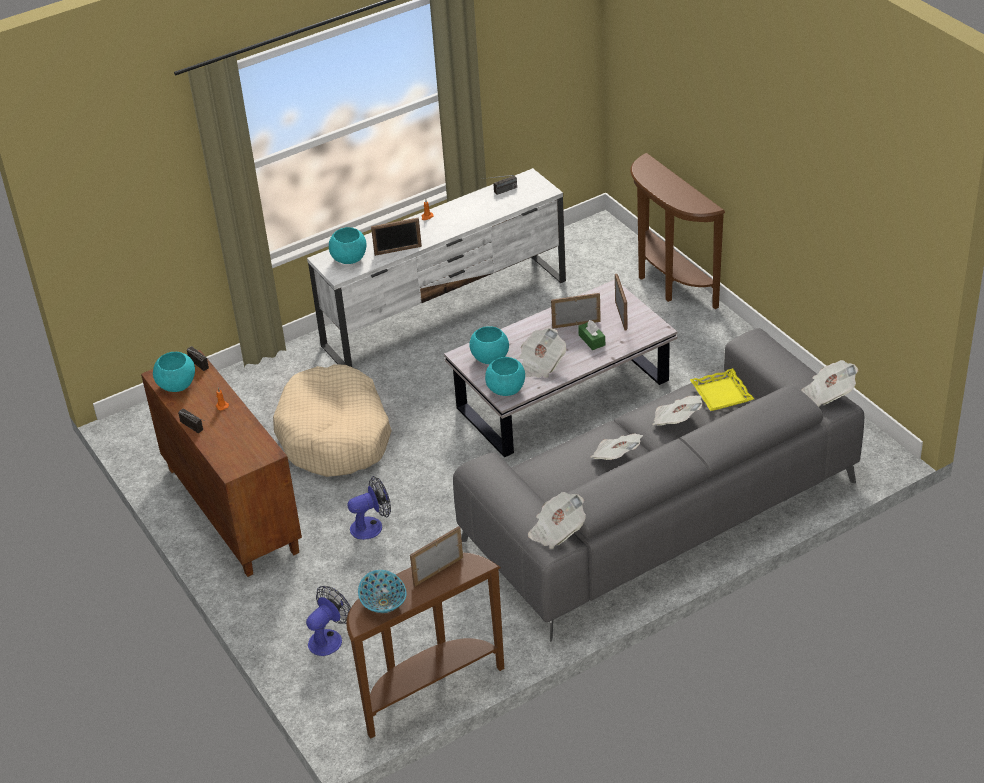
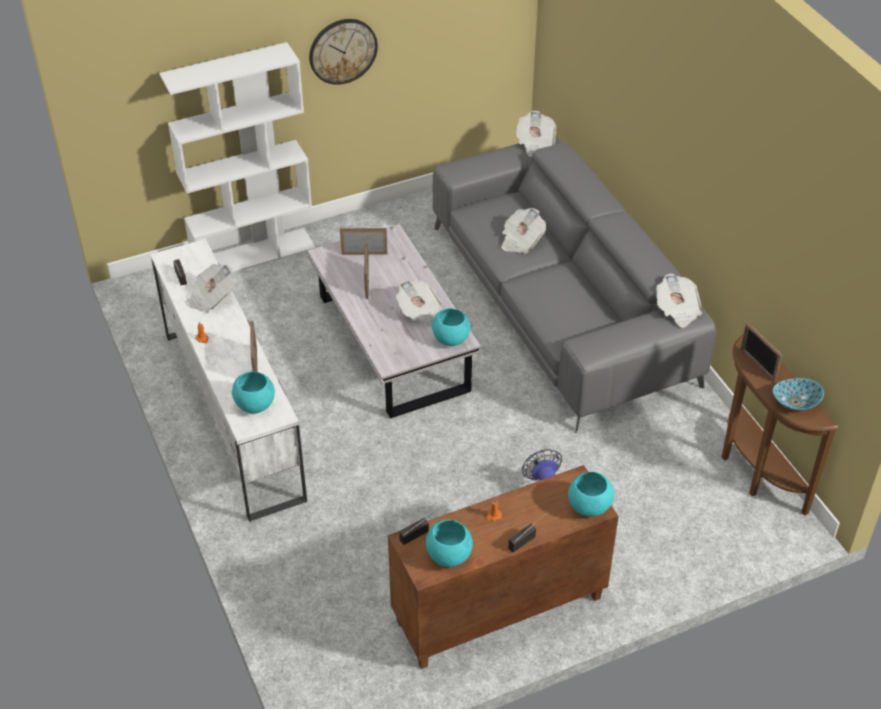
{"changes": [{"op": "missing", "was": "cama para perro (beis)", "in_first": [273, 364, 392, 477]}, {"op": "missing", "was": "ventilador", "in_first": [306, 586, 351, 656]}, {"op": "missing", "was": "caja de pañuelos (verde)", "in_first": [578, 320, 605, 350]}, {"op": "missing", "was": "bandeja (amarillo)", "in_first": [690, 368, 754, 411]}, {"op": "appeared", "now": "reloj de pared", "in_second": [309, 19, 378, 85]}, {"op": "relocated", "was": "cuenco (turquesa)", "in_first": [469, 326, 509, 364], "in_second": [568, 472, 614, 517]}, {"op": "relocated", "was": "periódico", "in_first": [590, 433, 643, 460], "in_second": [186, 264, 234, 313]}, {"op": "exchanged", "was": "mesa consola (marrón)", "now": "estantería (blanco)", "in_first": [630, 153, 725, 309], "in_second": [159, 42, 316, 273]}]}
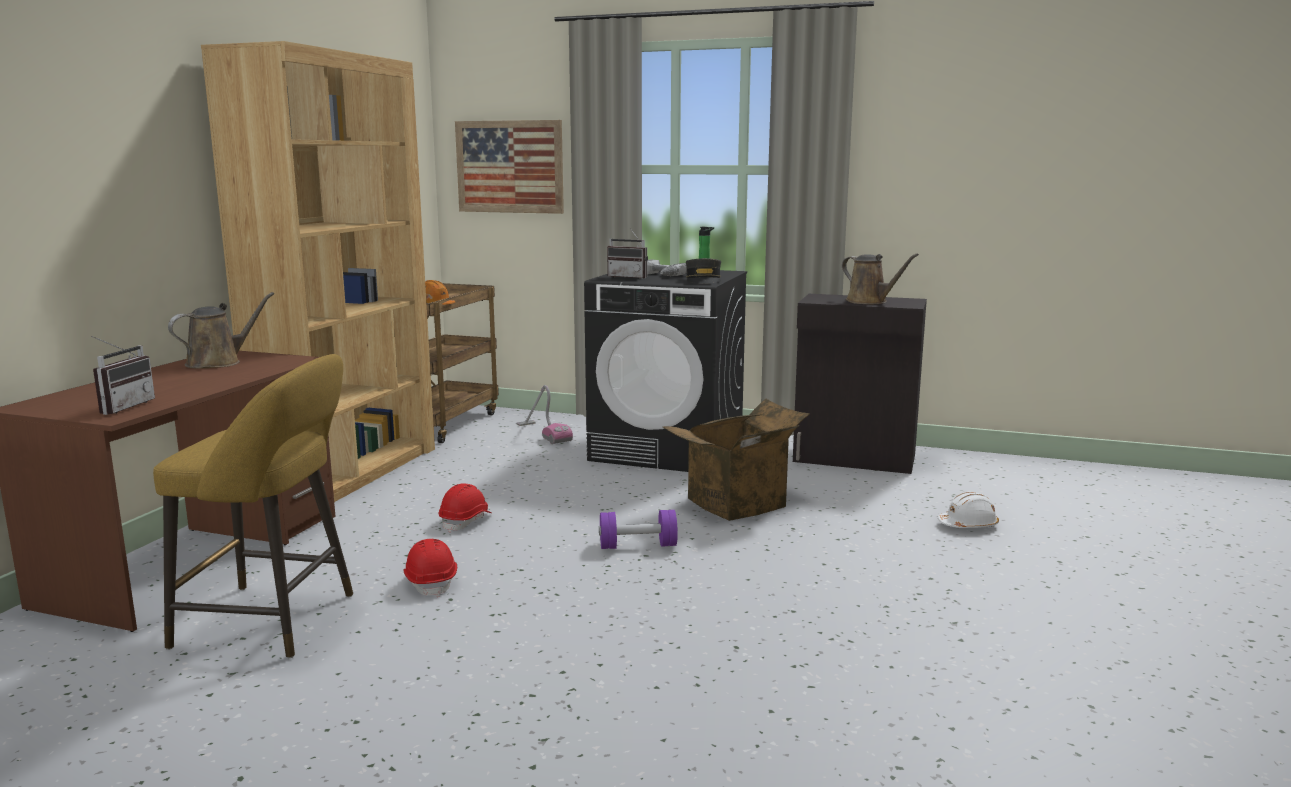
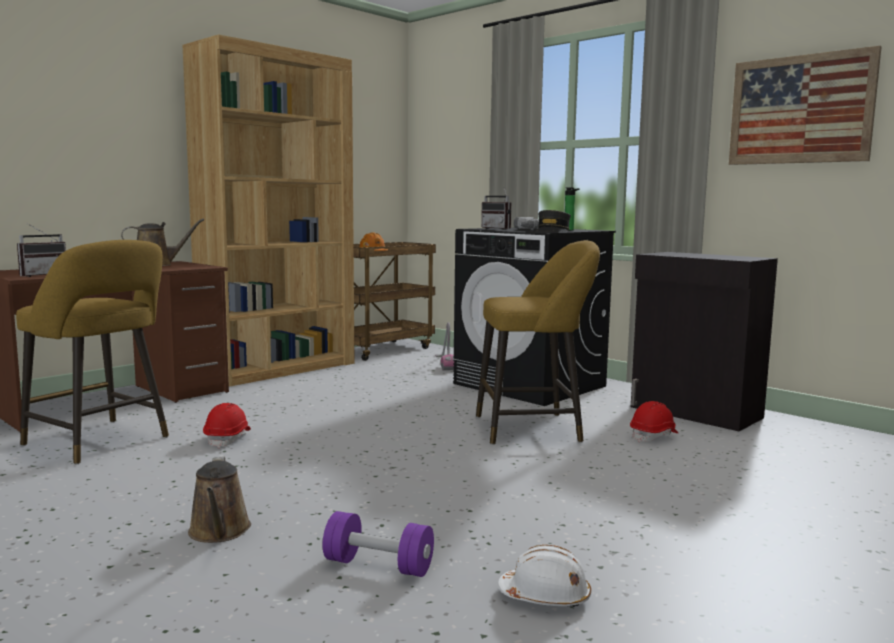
{"changes": [{"op": "relocated", "was": "casco (rojo)", "in_first": [439, 483, 491, 532], "in_second": [630, 401, 678, 442]}, {"op": "relocated", "was": "cuadro", "in_first": [455, 120, 564, 214], "in_second": [729, 46, 882, 165]}, {"op": "relocated", "was": "mancuerna (morado)", "in_first": [599, 510, 678, 549], "in_second": [323, 511, 434, 577]}, {"op": "relocated", "was": "regadera (marrón)", "in_first": [842, 253, 919, 304], "in_second": [188, 457, 251, 543]}, {"op": "relocated", "was": "casco (blanco)", "in_first": [938, 492, 999, 528], "in_second": [498, 544, 591, 607]}, {"op": "exchanged", "was": "caja de cartón", "now": "taburete (amarillo)", "in_first": [662, 399, 810, 521], "in_second": [476, 240, 600, 445]}]}
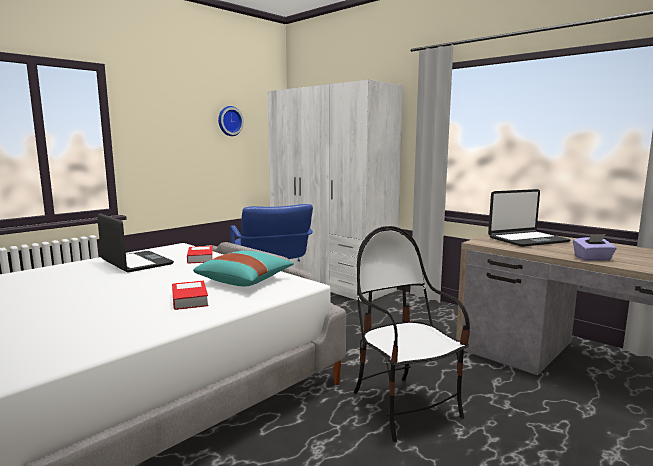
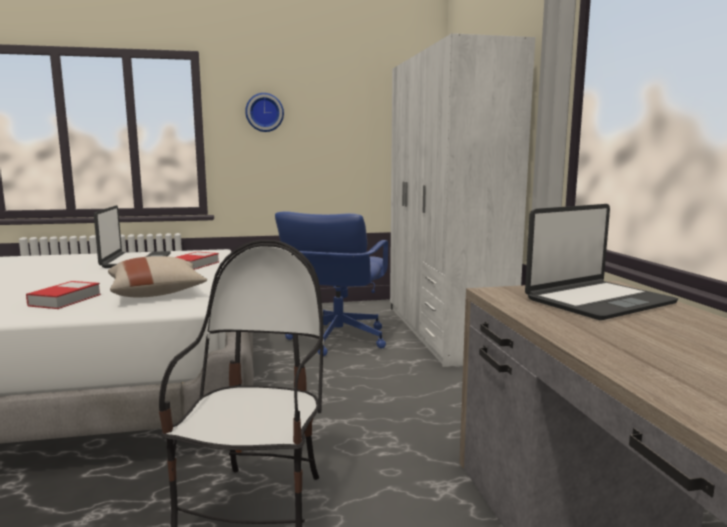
{"changes": [{"op": "missing", "was": "caja de pañuelos (morado)", "in_first": [573, 234, 617, 261]}, {"op": "relocated", "was": "reloj de pared", "in_first": [218, 106, 244, 136], "in_second": [245, 93, 284, 132]}, {"op": "colour", "was": "cojín (turquesa)", "now": "cojín (beis)", "in_first": [193, 251, 294, 286], "in_second": [108, 256, 207, 297]}, {"op": "spun", "was": "portátil", "in_first": [488, 189, 571, 247], "in_second": [525, 204, 678, 320], "clockwise": -45}]}
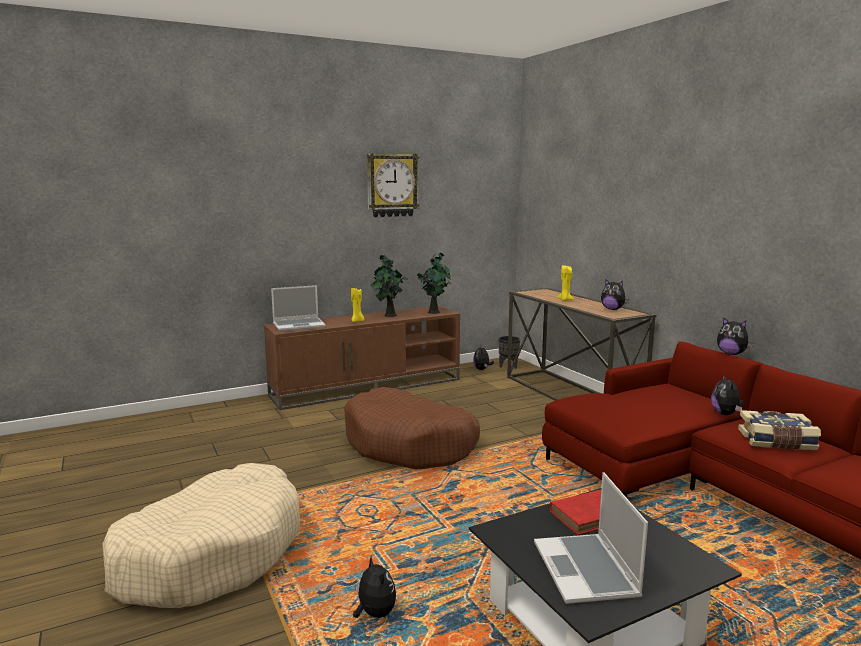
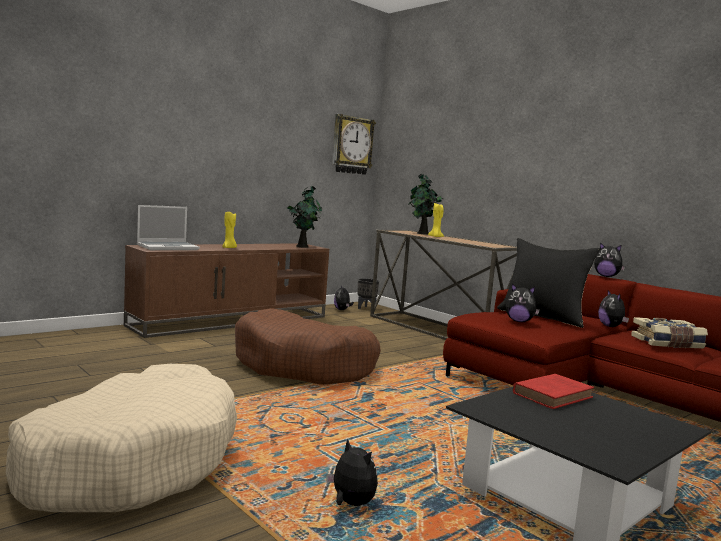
{"changes": [{"op": "missing", "was": "portátil", "in_first": [534, 472, 648, 604]}, {"op": "appeared", "now": "cojín (negro)", "in_second": [497, 238, 600, 328]}, {"op": "relocated", "was": "reloj de pared", "in_first": [367, 153, 419, 217], "in_second": [332, 114, 376, 175]}, {"op": "relocated", "was": "planta en maceta", "in_first": [371, 255, 408, 317], "in_second": [409, 174, 443, 235]}, {"op": "relocated", "was": "peluche", "in_first": [601, 279, 629, 310], "in_second": [506, 284, 540, 322]}]}
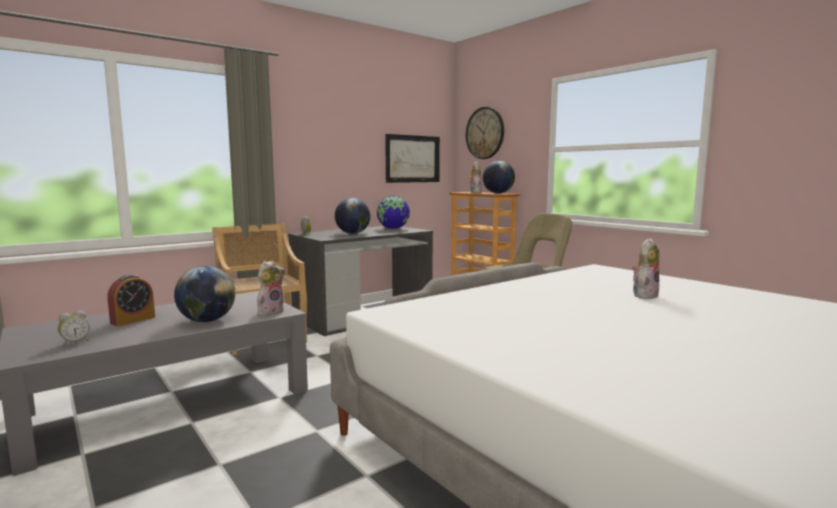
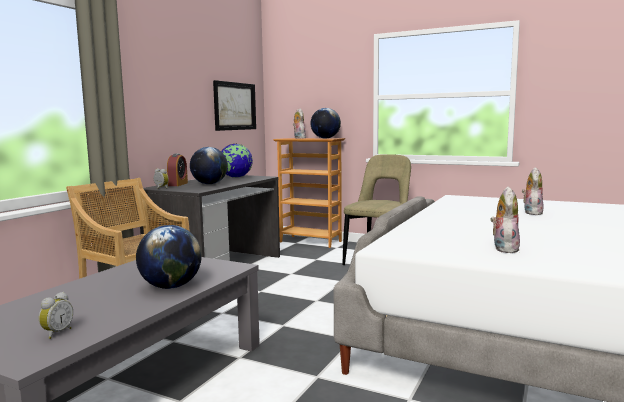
{"changes": [{"op": "missing", "was": "reloj de pared", "in_first": [466, 107, 504, 159]}, {"op": "relocated", "was": "despertador", "in_first": [107, 274, 155, 326], "in_second": [167, 153, 188, 186]}, {"op": "relocated", "was": "peluche", "in_first": [257, 260, 285, 316], "in_second": [490, 187, 520, 253]}]}
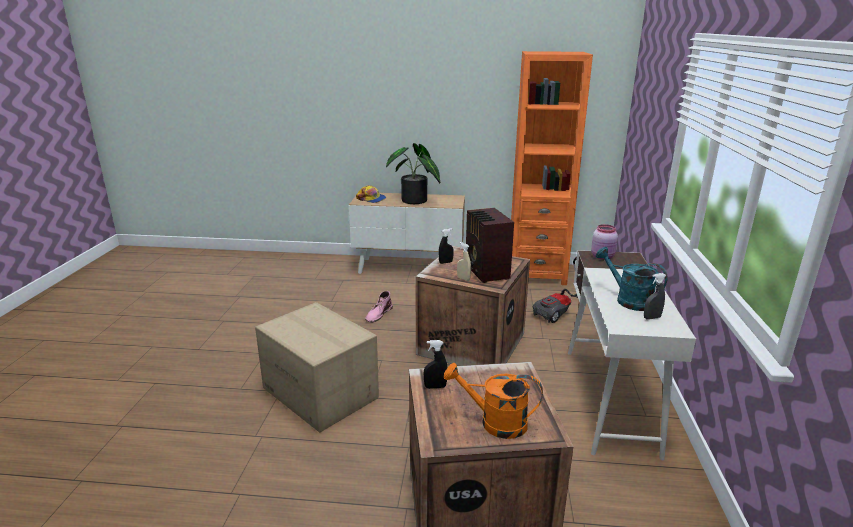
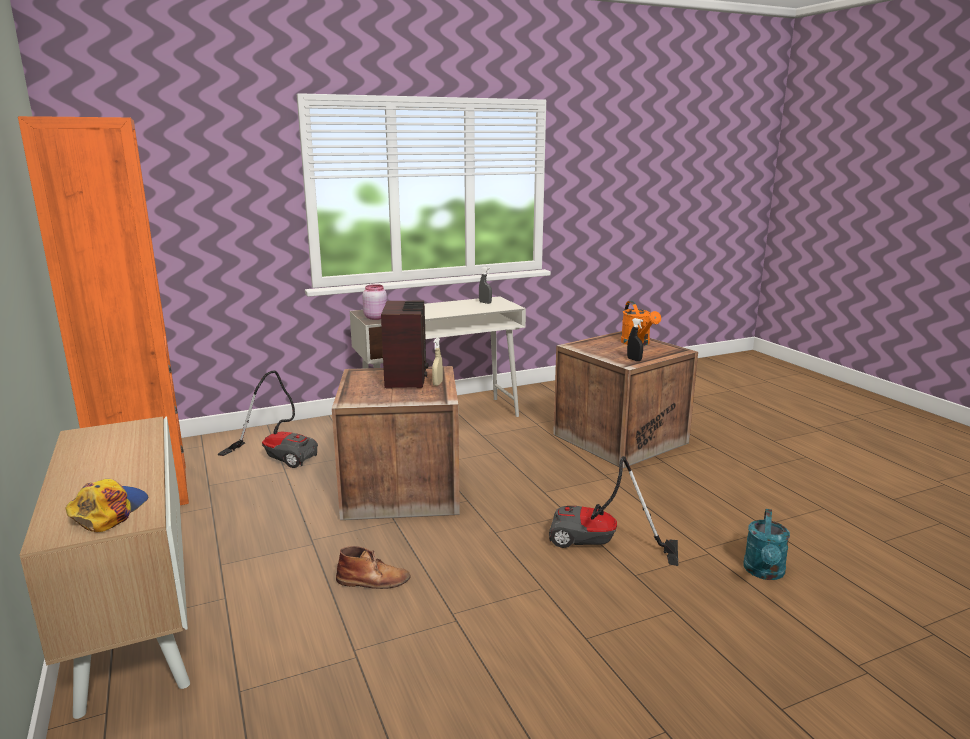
{"changes": [{"op": "missing", "was": "planta en maceta", "in_first": [386, 143, 440, 204]}, {"op": "missing", "was": "pulverizador (negro)", "in_first": [439, 228, 454, 264]}, {"op": "relocated", "was": "regadera (turquesa)", "in_first": [596, 247, 668, 311], "in_second": [743, 509, 790, 580]}, {"op": "exchanged", "was": "caja de cartón", "now": "aspiradora", "in_first": [255, 302, 379, 432], "in_second": [549, 456, 678, 566]}, {"op": "colour", "was": "bota (rosa)", "now": "bota (marrón)", "in_first": [365, 291, 393, 322], "in_second": [336, 546, 411, 589]}, {"op": "spun", "was": "radio", "in_first": [466, 208, 514, 283], "in_second": [381, 301, 428, 389], "clockwise": -45}]}
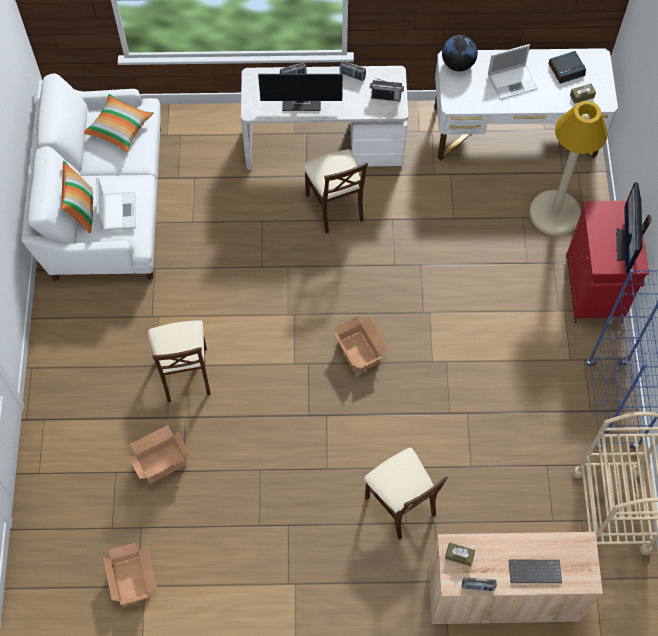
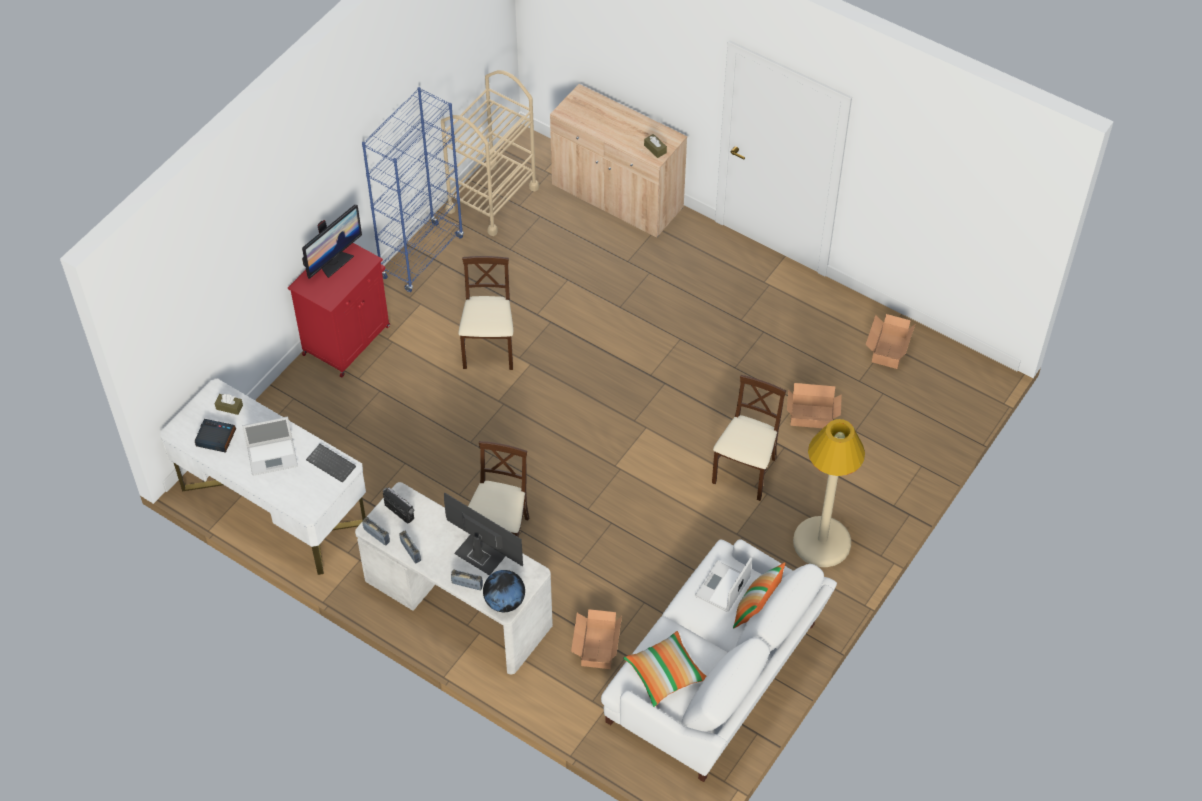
{"changes": [{"op": "relocated", "was": "caja de cartón", "in_first": [333, 316, 389, 374], "in_second": [571, 609, 622, 669]}, {"op": "relocated", "was": "silla (beis)", "in_first": [364, 448, 448, 540], "in_second": [458, 256, 513, 370]}, {"op": "relocated", "was": "globo terráqueo", "in_first": [442, 35, 478, 71], "in_second": [483, 570, 525, 612]}, {"op": "relocated", "was": "radio", "in_first": [462, 577, 497, 591], "in_second": [362, 517, 390, 546]}, {"op": "relocated", "was": "teclado", "in_first": [509, 560, 562, 583], "in_second": [306, 444, 356, 483]}, {"op": "relocated", "was": "lámpara de pie (beis)", "in_first": [529, 101, 608, 236], "in_second": [793, 419, 865, 567]}, {"op": "spun", "was": "portátil", "in_first": [488, 44, 538, 100], "in_second": [242, 416, 298, 476], "clockwise": 150}]}
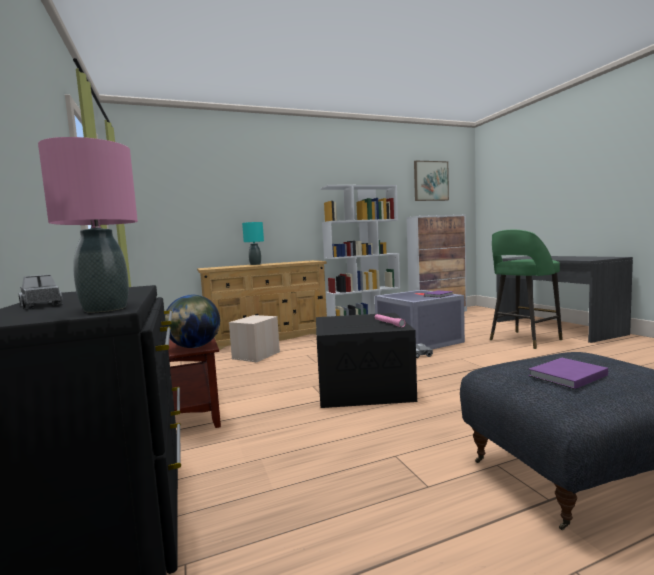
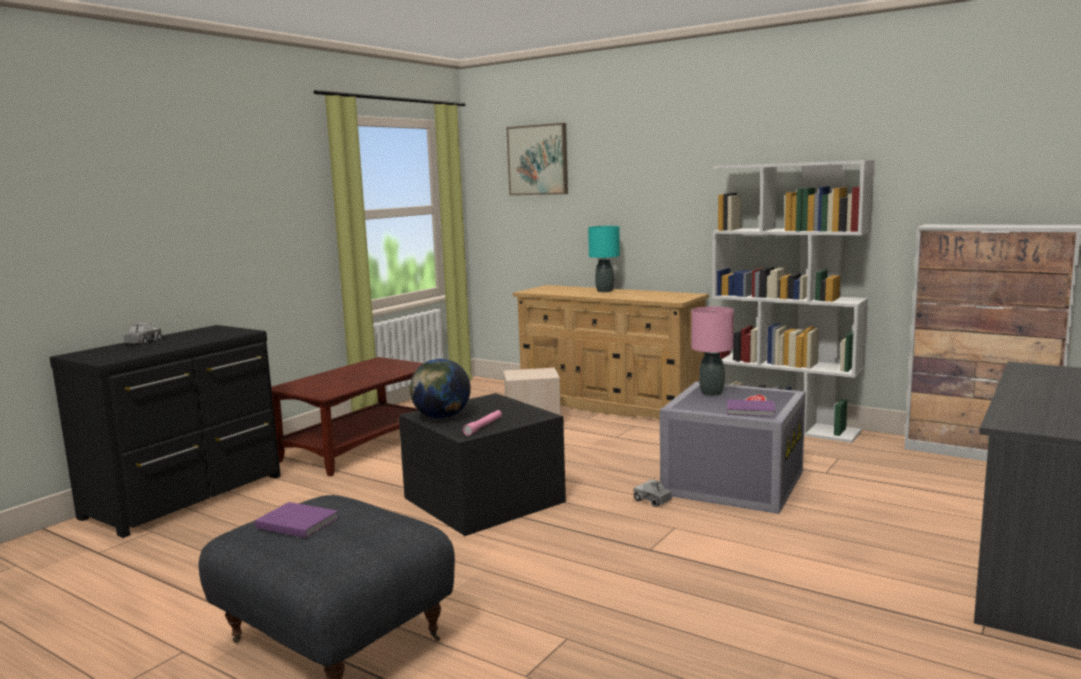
{"changes": [{"op": "missing", "was": "taburete (verde)", "in_first": [490, 230, 563, 349]}, {"op": "relocated", "was": "lámpara de mesa (rosa)", "in_first": [38, 137, 138, 313], "in_second": [691, 306, 734, 396]}, {"op": "relocated", "was": "globo terráqueo", "in_first": [165, 295, 220, 348], "in_second": [410, 359, 471, 419]}, {"op": "relocated", "was": "cuadro", "in_first": [414, 161, 449, 201], "in_second": [506, 123, 568, 195]}]}
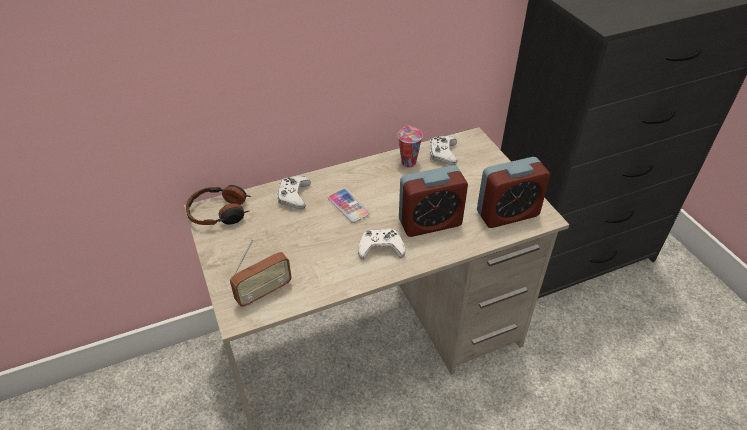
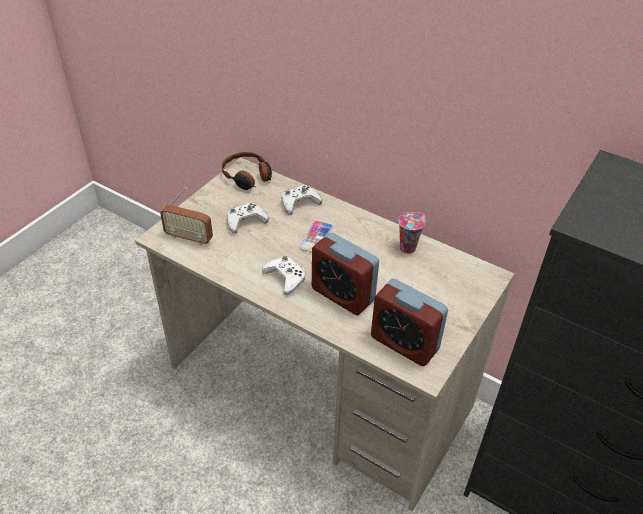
{"changes": [{"op": "relocated", "was": "mando de consola (blanco)", "in_first": [430, 136, 457, 165], "in_second": [227, 203, 269, 234]}]}
